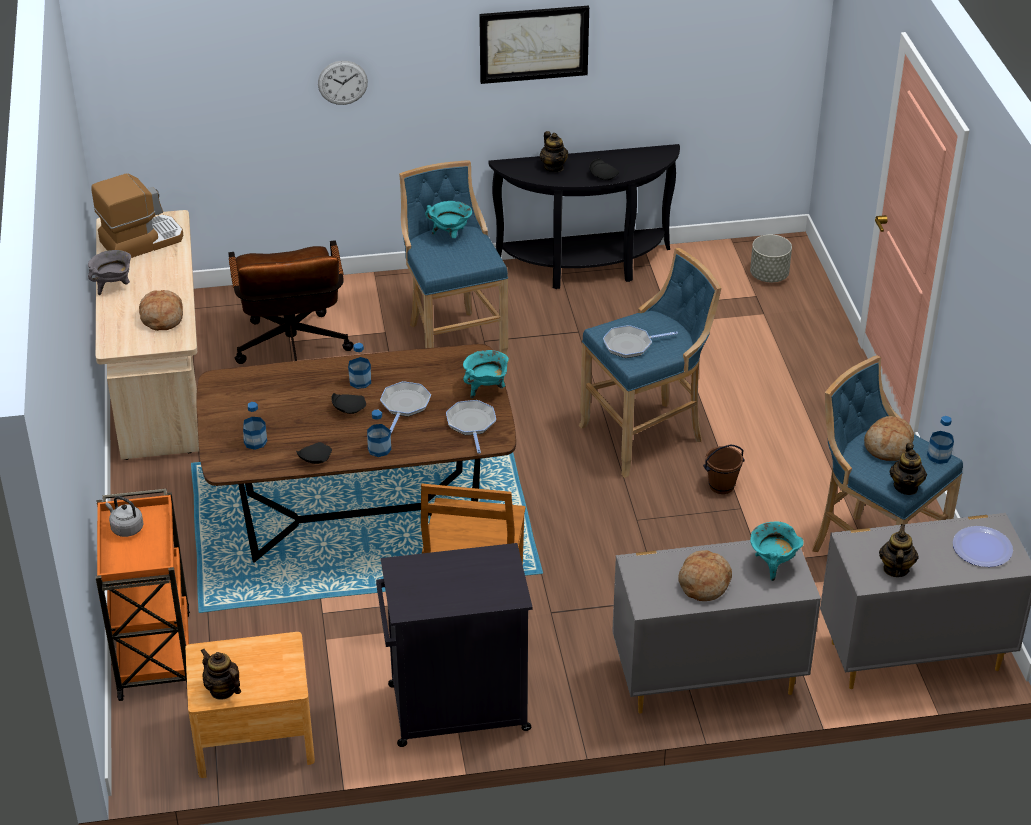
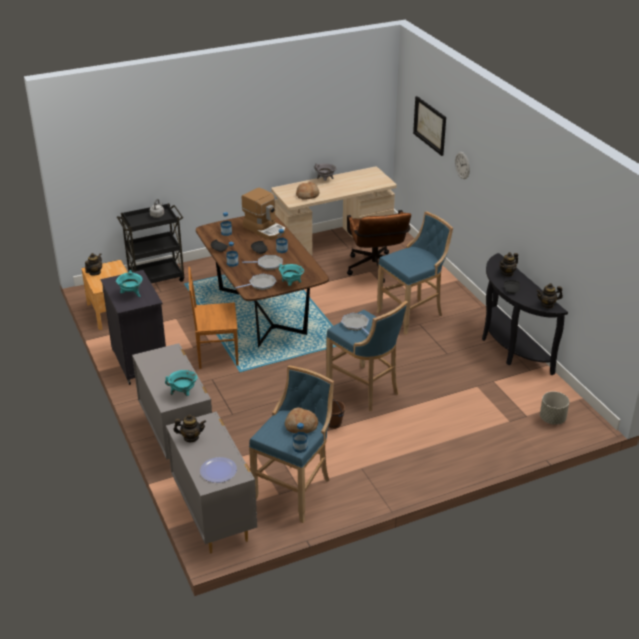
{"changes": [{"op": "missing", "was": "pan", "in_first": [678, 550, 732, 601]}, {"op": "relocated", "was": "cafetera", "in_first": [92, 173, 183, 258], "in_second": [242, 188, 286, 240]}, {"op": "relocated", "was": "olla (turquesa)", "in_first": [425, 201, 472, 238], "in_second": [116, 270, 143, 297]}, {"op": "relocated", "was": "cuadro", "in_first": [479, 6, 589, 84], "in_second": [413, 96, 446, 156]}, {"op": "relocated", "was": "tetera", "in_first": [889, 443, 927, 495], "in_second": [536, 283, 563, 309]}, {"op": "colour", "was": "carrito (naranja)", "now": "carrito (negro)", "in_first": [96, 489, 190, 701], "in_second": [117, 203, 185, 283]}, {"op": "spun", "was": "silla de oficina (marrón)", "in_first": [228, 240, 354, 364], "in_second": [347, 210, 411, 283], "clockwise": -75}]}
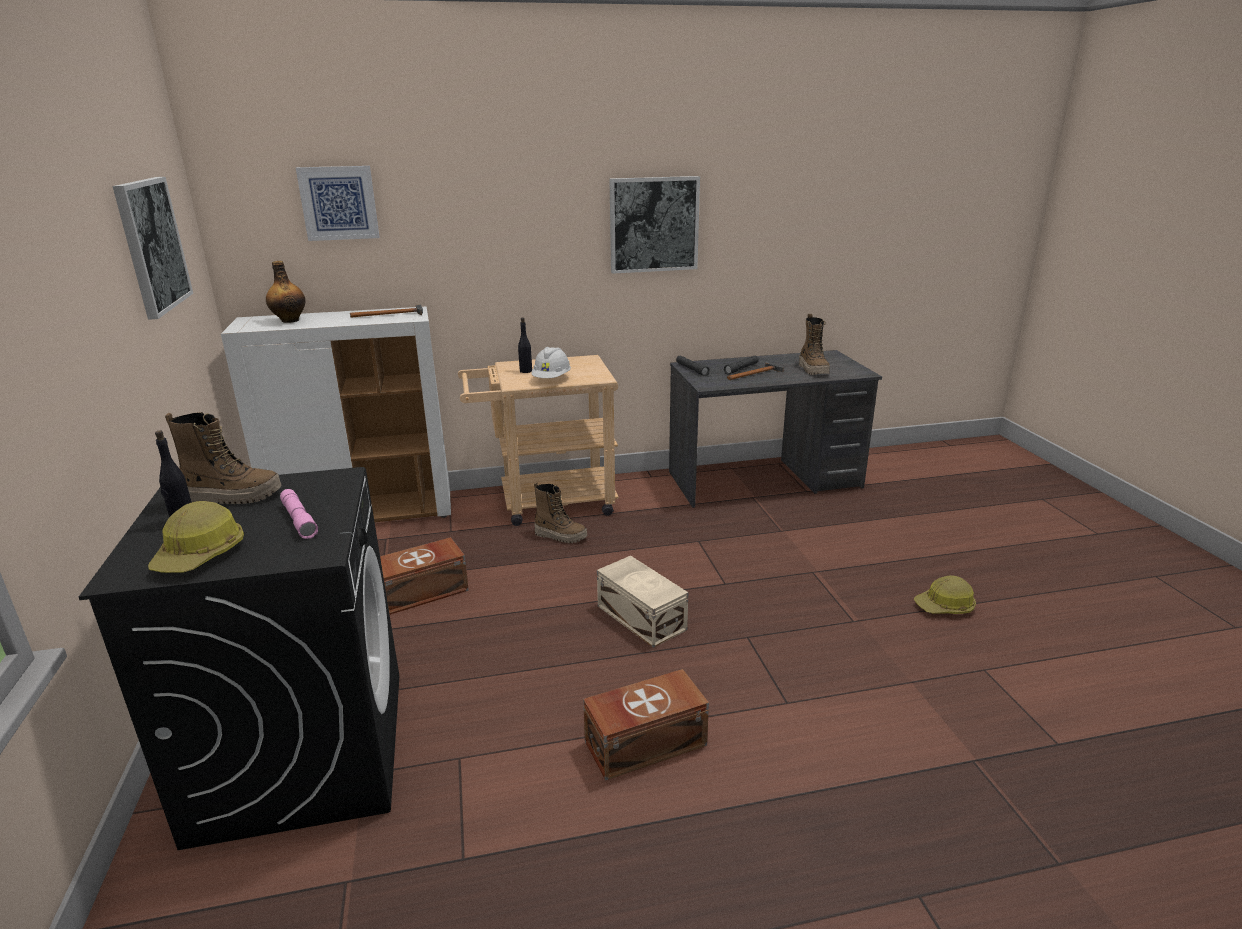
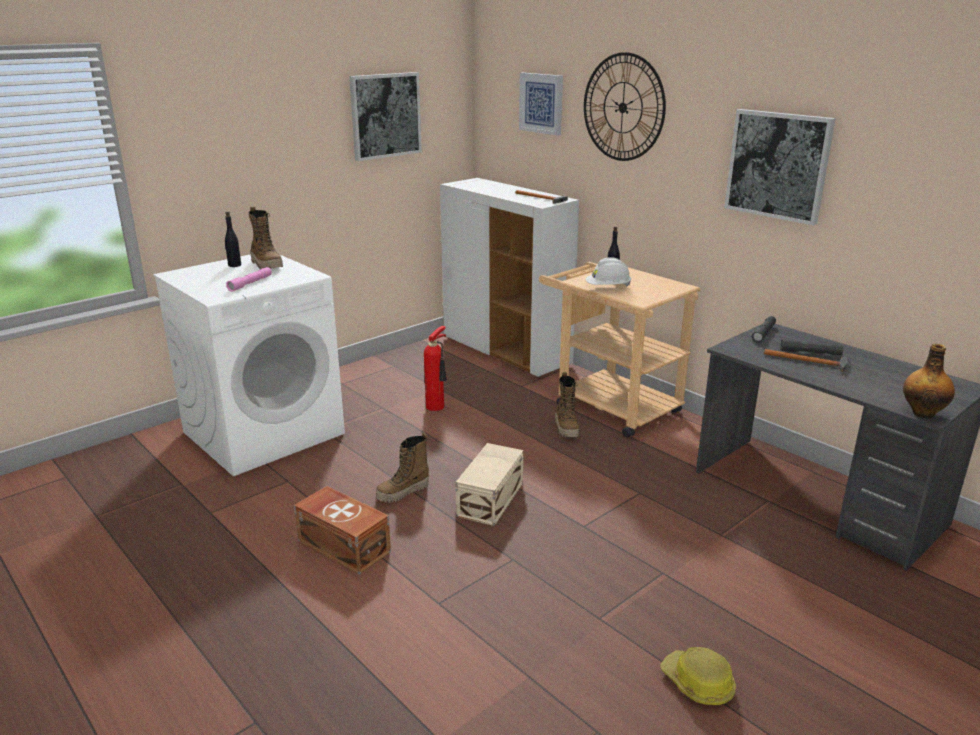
{"changes": [{"op": "missing", "was": "casco", "in_first": [148, 501, 244, 573]}, {"op": "appeared", "now": "reloj de pared", "in_second": [584, 52, 666, 161]}, {"op": "relocated", "was": "botella", "in_first": [266, 261, 305, 323], "in_second": [903, 344, 955, 418]}, {"op": "relocated", "was": "bota", "in_first": [799, 314, 830, 375], "in_second": [376, 432, 429, 503]}, {"op": "exchanged", "was": "caja de almacenaje (marrón)", "now": "extintor", "in_first": [380, 537, 469, 615], "in_second": [424, 326, 447, 411]}, {"op": "colour", "was": "lavadora (negro)", "now": "lavadora (blanco)", "in_first": [79, 467, 399, 850], "in_second": [153, 254, 345, 476]}]}
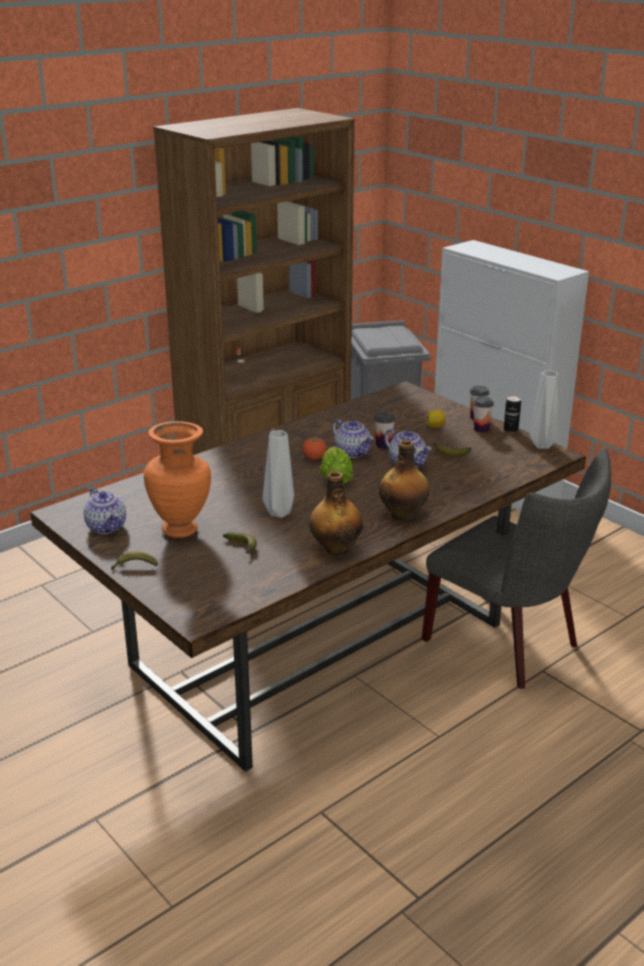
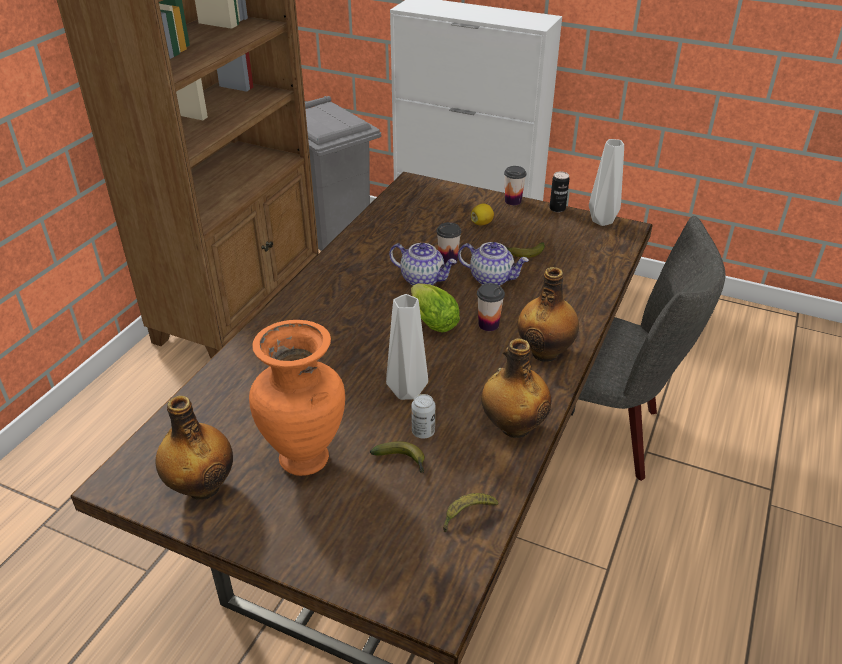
{"changes": [{"op": "missing", "was": "tomate", "in_first": [302, 437, 327, 459]}, {"op": "appeared", "now": "lata", "in_second": [411, 394, 435, 439]}, {"op": "relocated", "was": "plátano", "in_first": [111, 551, 158, 570], "in_second": [443, 493, 498, 532]}, {"op": "relocated", "was": "taza", "in_first": [473, 397, 494, 433], "in_second": [477, 283, 505, 331]}, {"op": "exchanged", "was": "tetera", "now": "botella", "in_first": [84, 487, 126, 534], "in_second": [156, 396, 233, 500]}]}
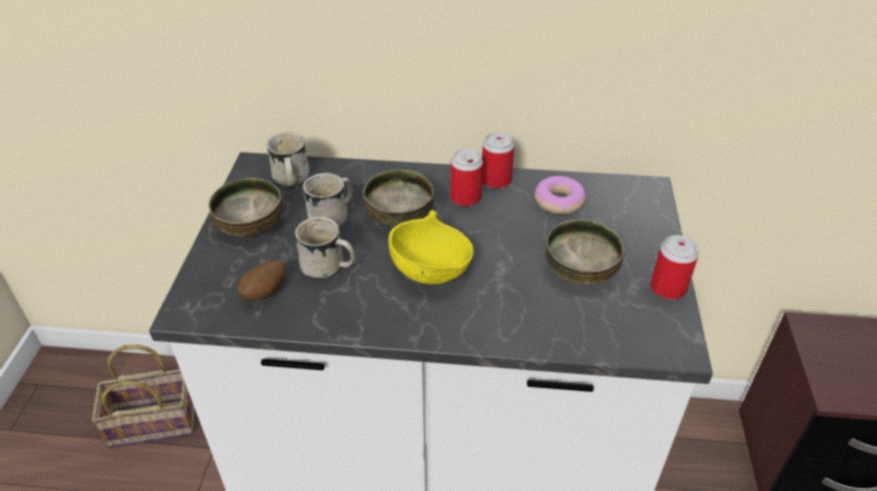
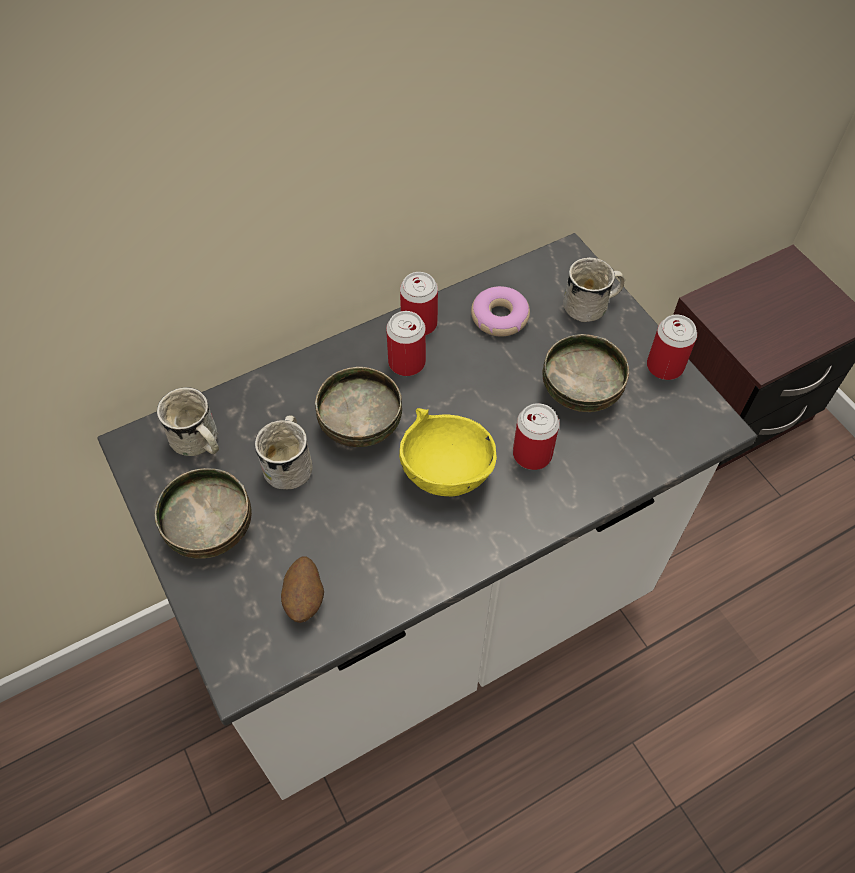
{"changes": [{"op": "missing", "was": "cesta", "in_first": [91, 345, 195, 448]}, {"op": "appeared", "now": "lata", "in_second": [513, 403, 559, 470]}, {"op": "relocated", "was": "taza grande (blanco)", "in_first": [295, 217, 355, 278], "in_second": [563, 257, 624, 322]}]}
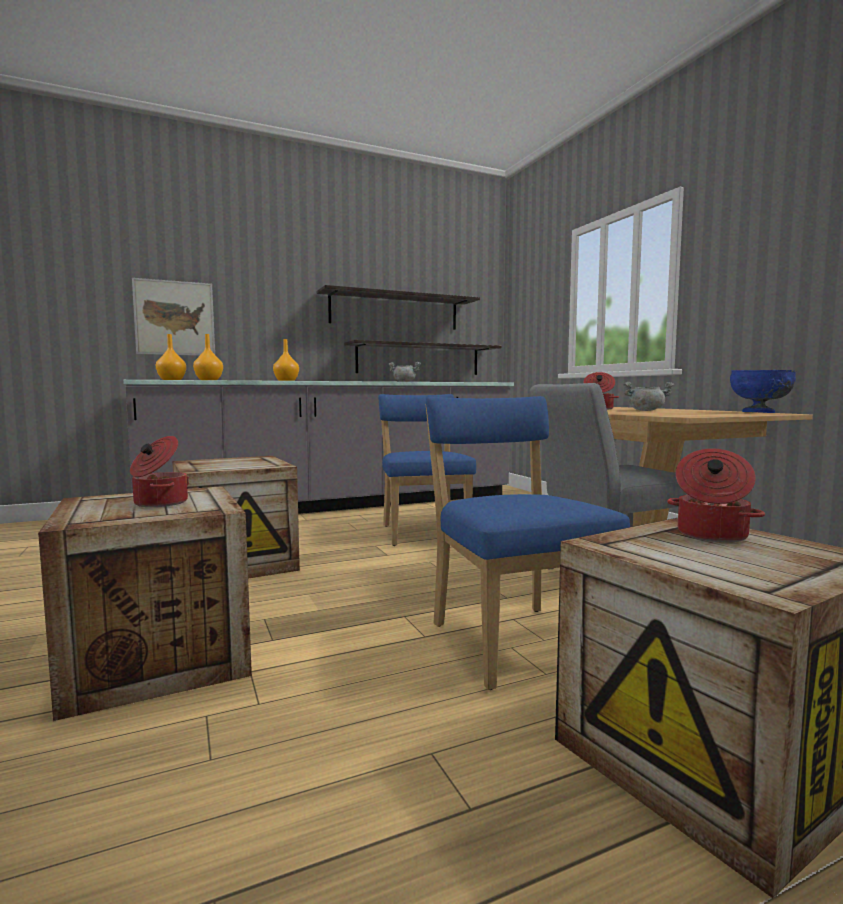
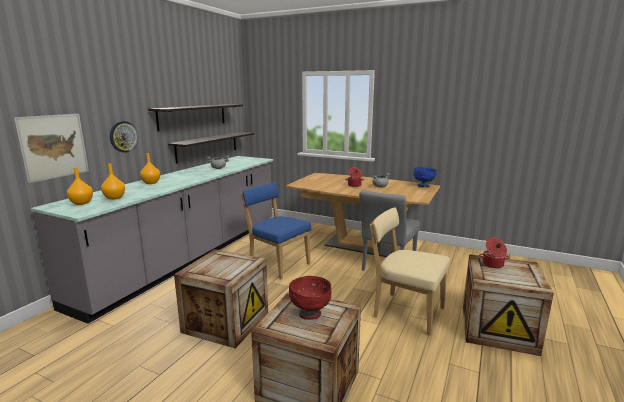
{"changes": [{"op": "appeared", "now": "reloj de pared", "in_second": [110, 121, 138, 153]}, {"op": "exchanged", "was": "olla", "now": "cuenco (rojo)", "in_first": [130, 436, 189, 507], "in_second": [289, 276, 332, 319]}, {"op": "colour", "was": "silla (azul)", "now": "silla (beis)", "in_first": [426, 396, 630, 690], "in_second": [370, 207, 450, 335]}]}
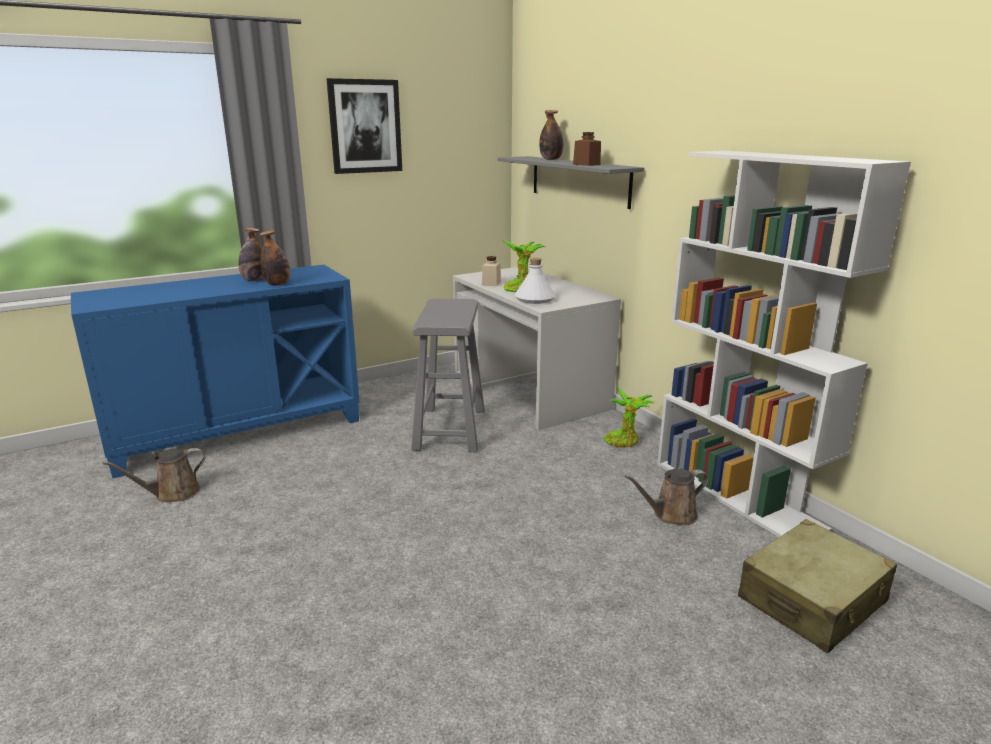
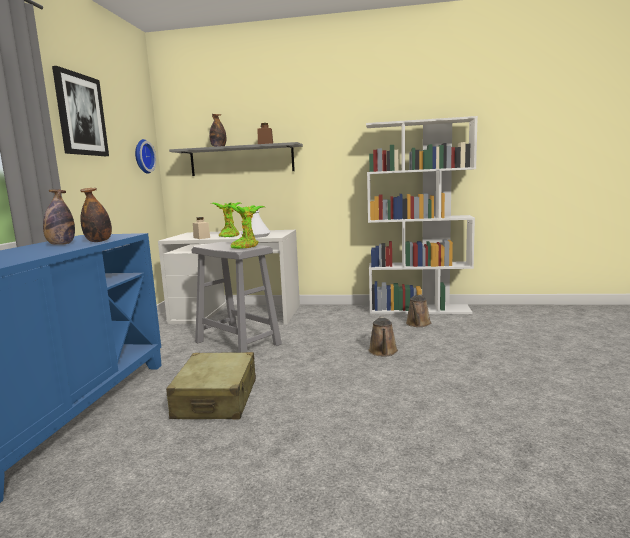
{"changes": [{"op": "appeared", "now": "reloj de pared", "in_second": [135, 139, 156, 174]}, {"op": "relocated", "was": "regadera (marrón)", "in_first": [103, 448, 205, 502], "in_second": [369, 317, 398, 357]}, {"op": "relocated", "was": "planta en maceta", "in_first": [603, 387, 655, 448], "in_second": [228, 205, 265, 249]}, {"op": "relocated", "was": "maleta (beis)", "in_first": [738, 519, 897, 653], "in_second": [166, 352, 256, 420]}]}
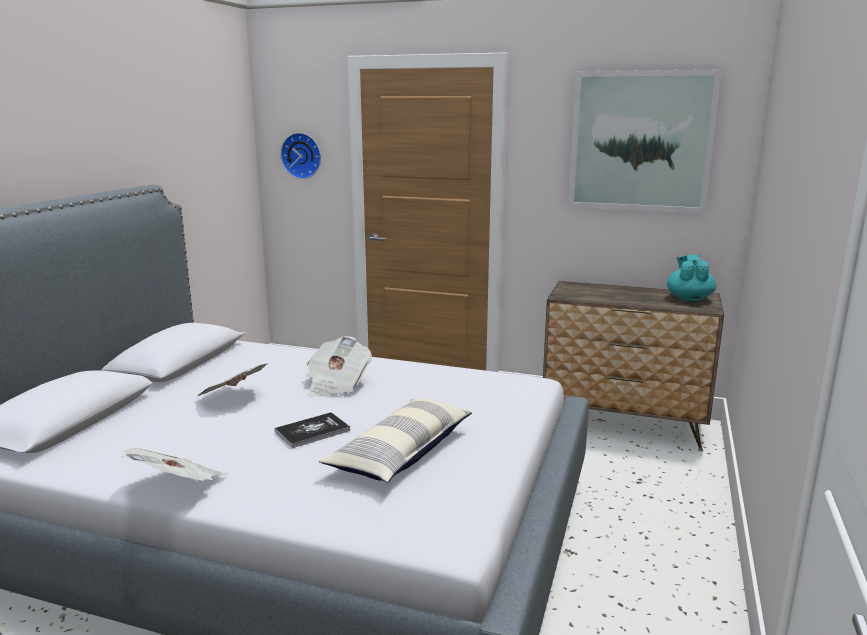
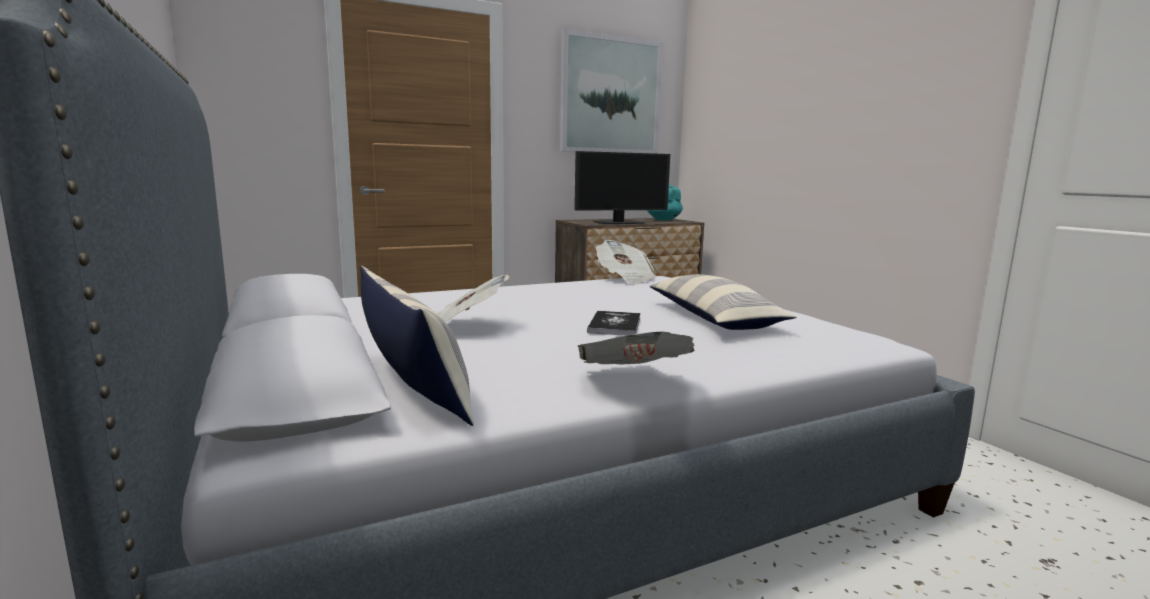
{"changes": [{"op": "missing", "was": "reloj de pared", "in_first": [280, 133, 321, 179]}, {"op": "appeared", "now": "cojín", "in_second": [360, 266, 474, 426]}, {"op": "appeared", "now": "monitor", "in_second": [574, 151, 670, 224]}, {"op": "relocated", "was": "periódico", "in_first": [306, 336, 372, 397], "in_second": [595, 240, 657, 285]}]}
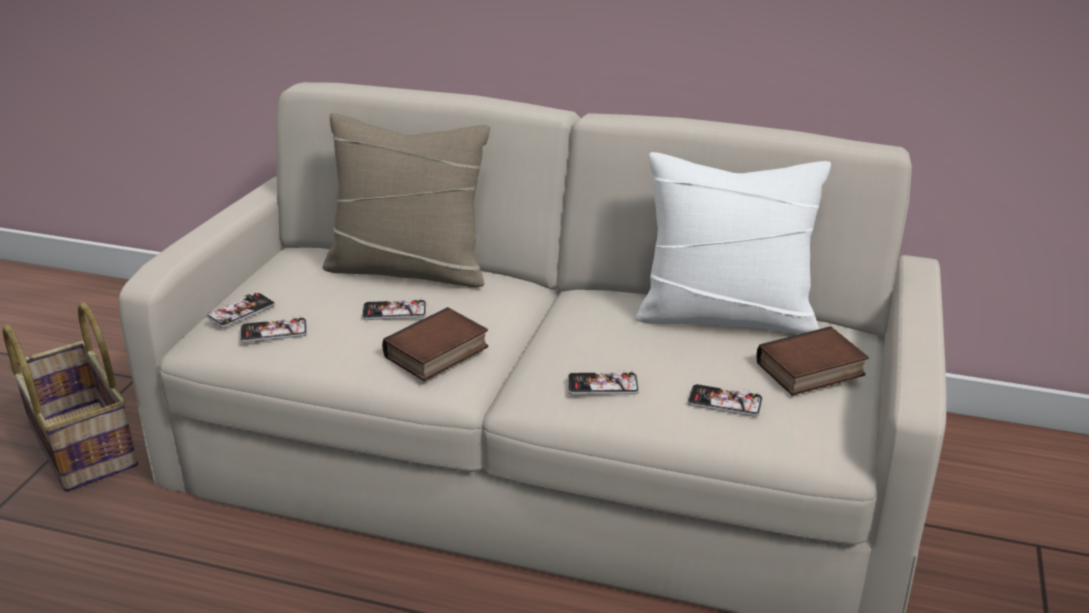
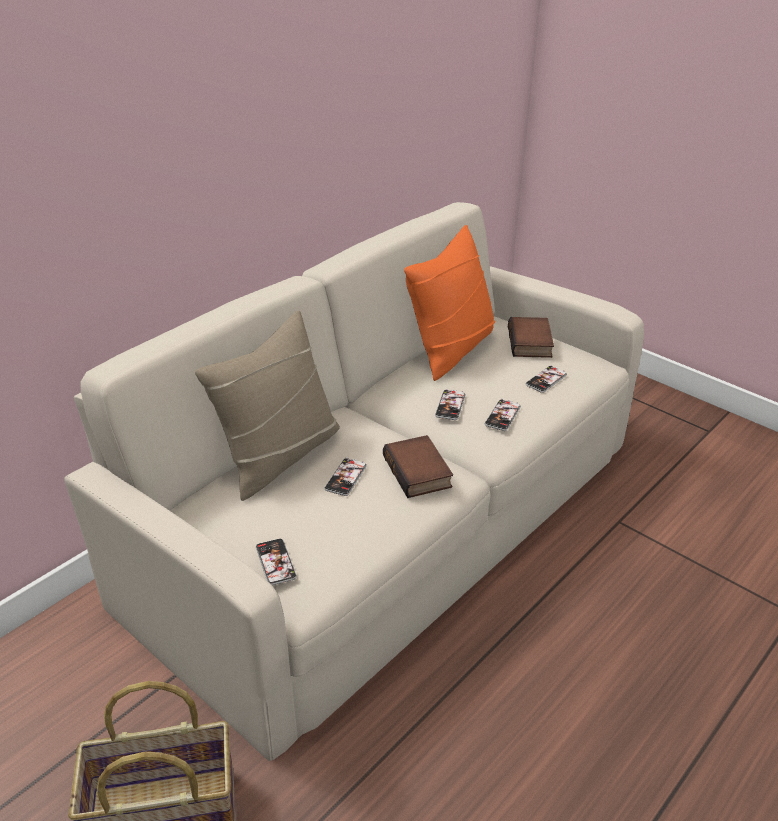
{"changes": [{"op": "relocated", "was": "móvil", "in_first": [240, 316, 307, 343], "in_second": [435, 389, 466, 420]}, {"op": "colour", "was": "cojín (blanco)", "now": "cojín (naranja)", "in_first": [636, 152, 831, 334], "in_second": [404, 225, 495, 381]}]}
